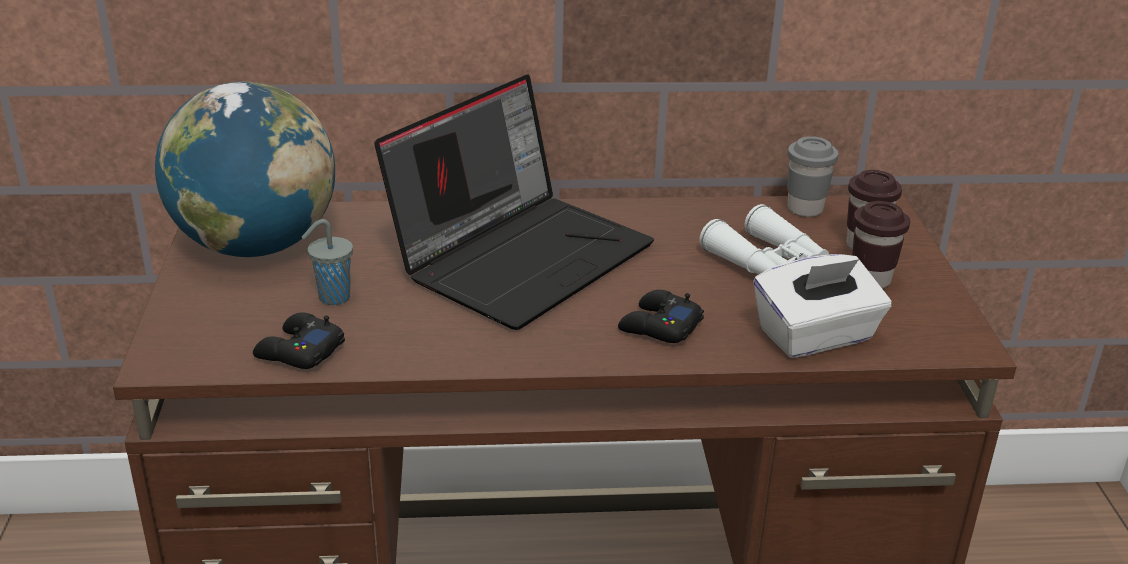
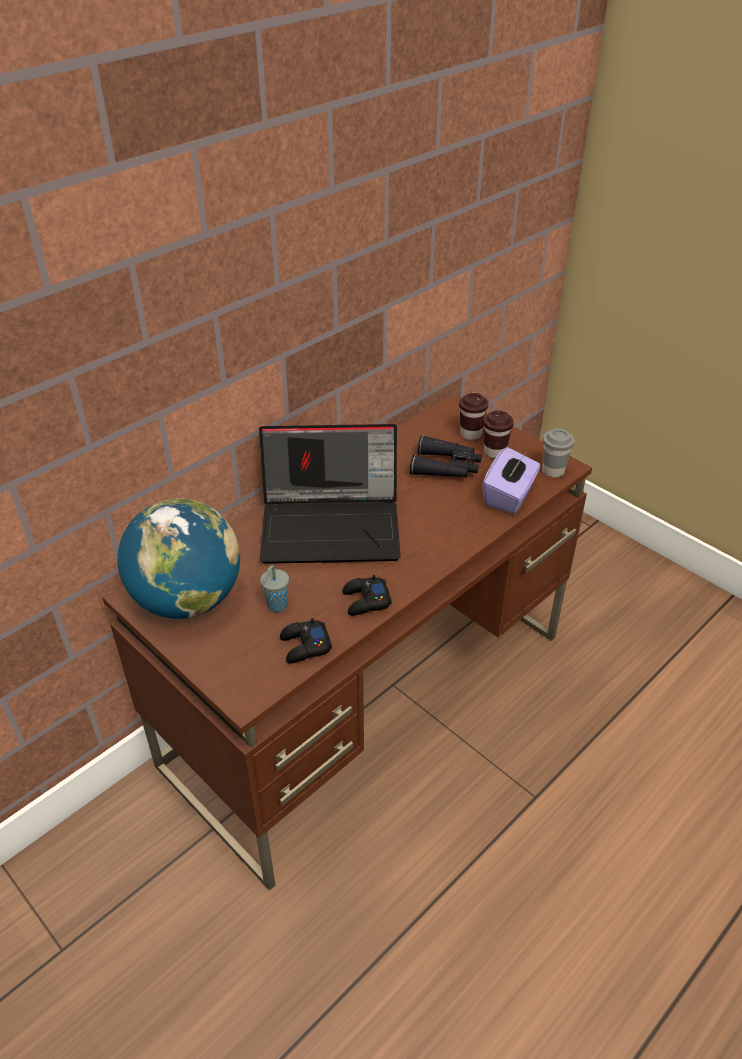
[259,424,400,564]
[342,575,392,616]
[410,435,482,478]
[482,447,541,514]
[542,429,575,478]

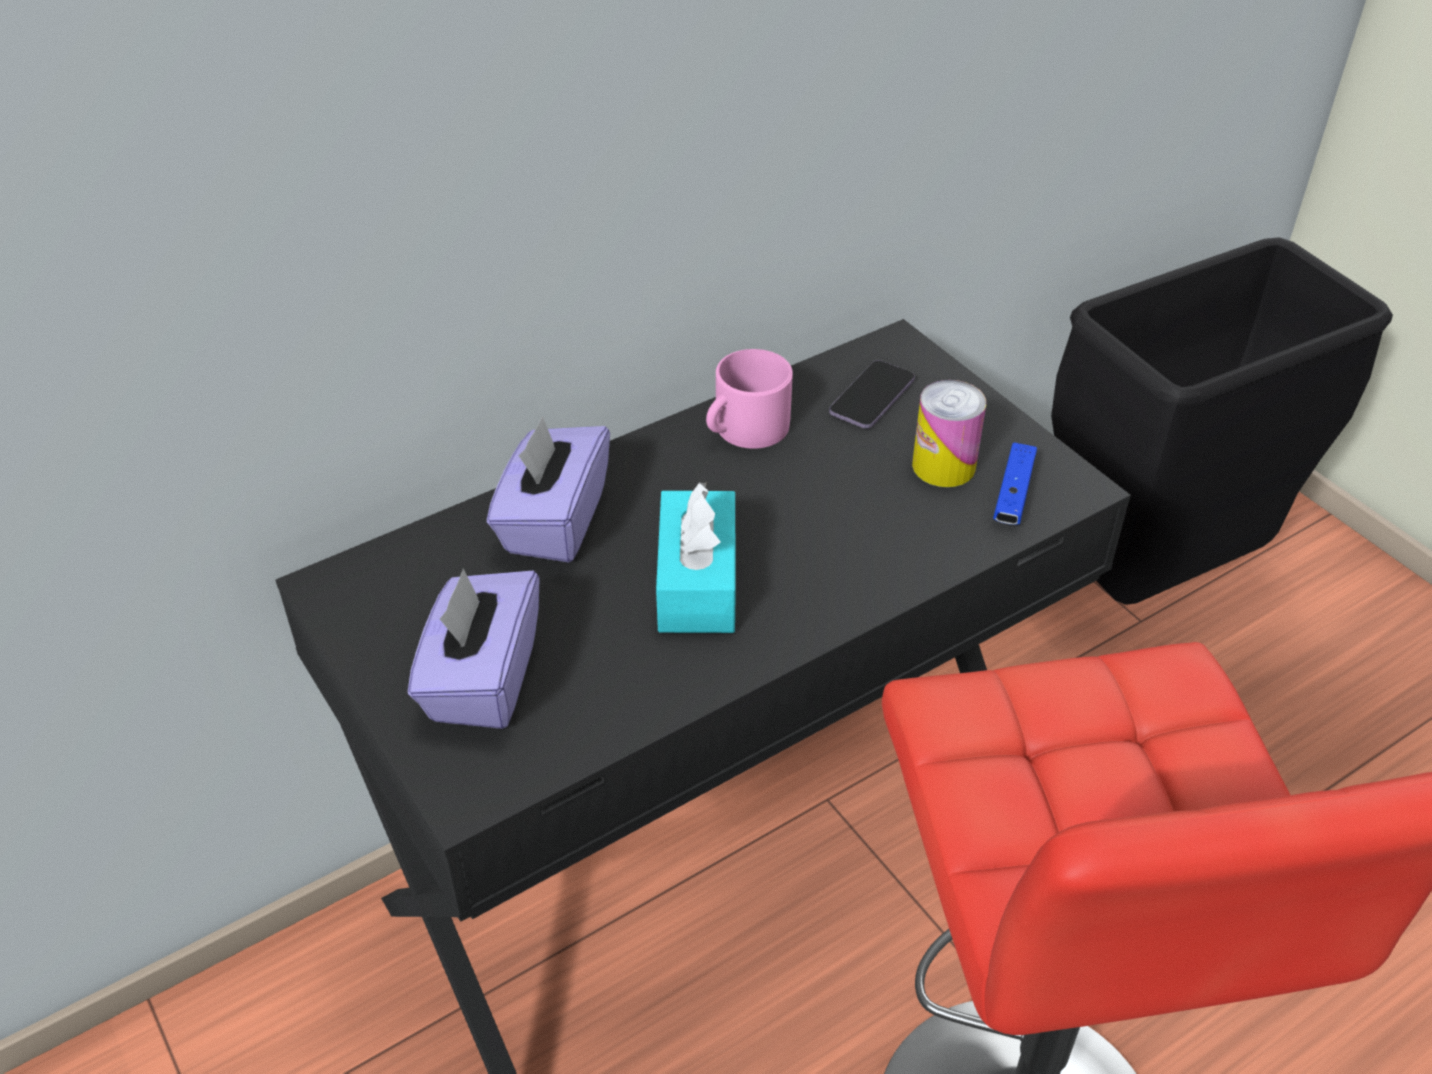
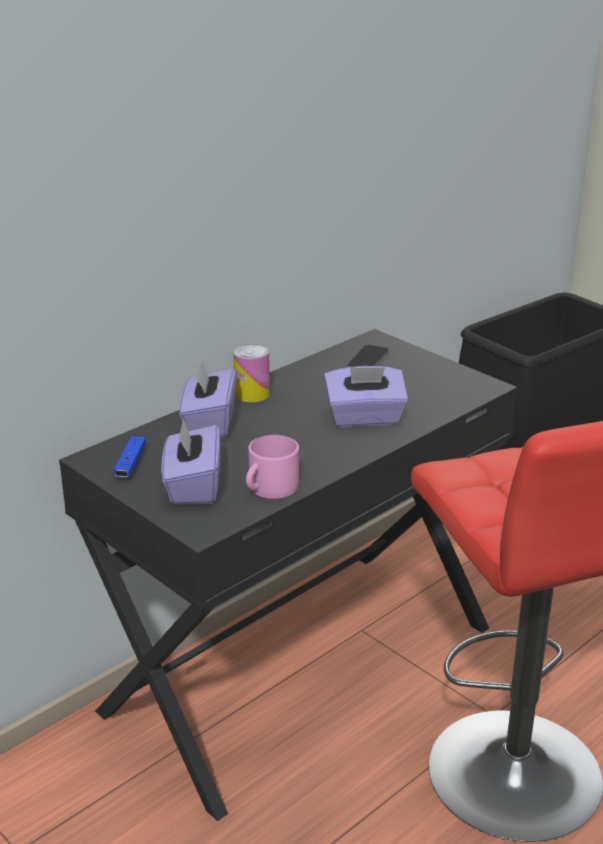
[656,482,736,633] (first image)
[246,435,299,499]
[233,344,270,402]
[114,436,146,478]
[324,366,408,427]

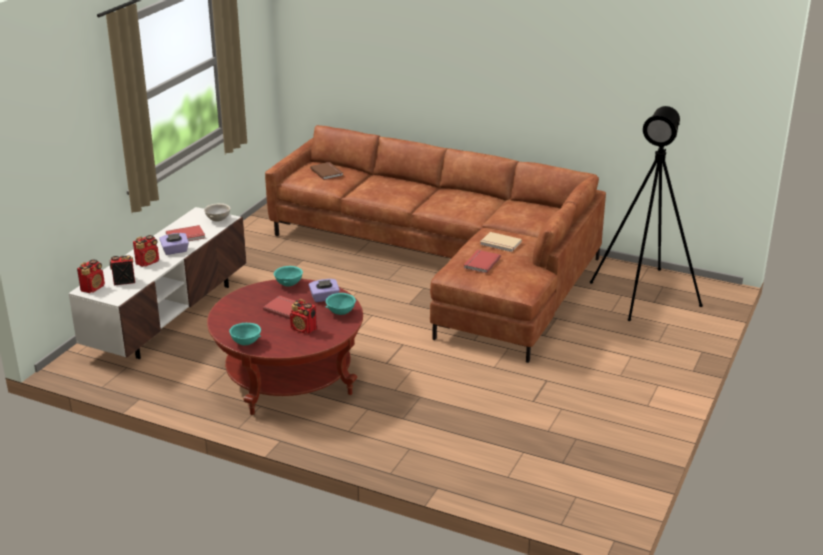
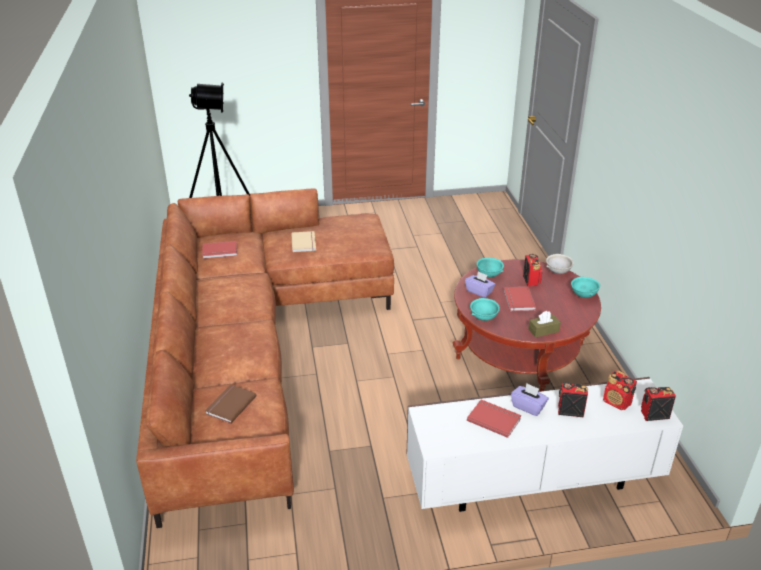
[546,254,574,274]
[202,241,237,259]
[528,311,561,338]

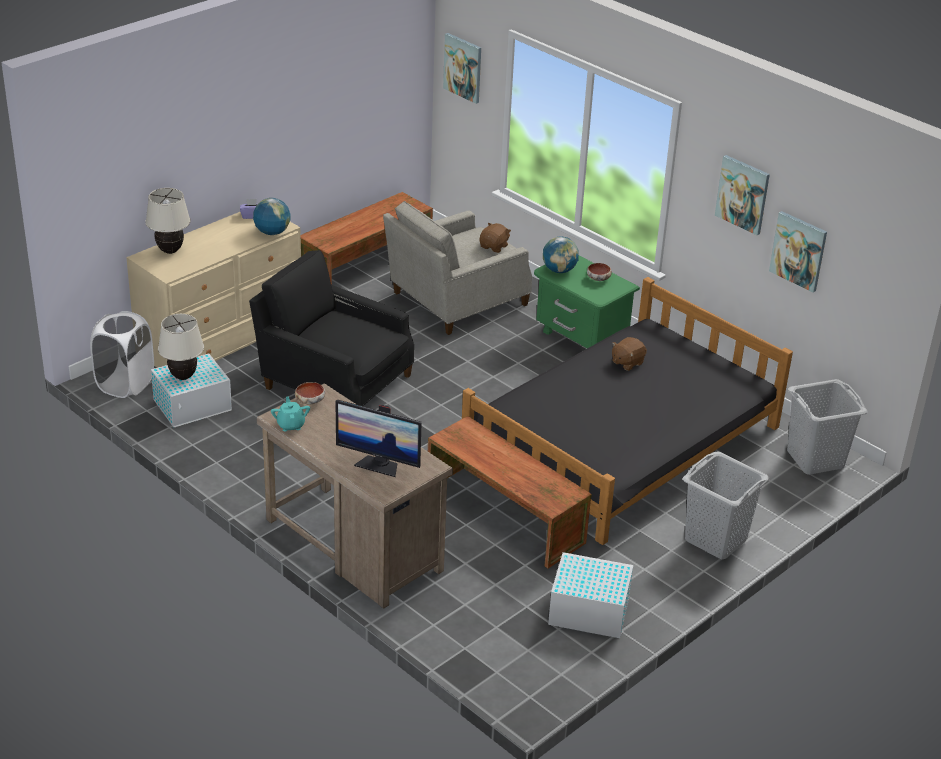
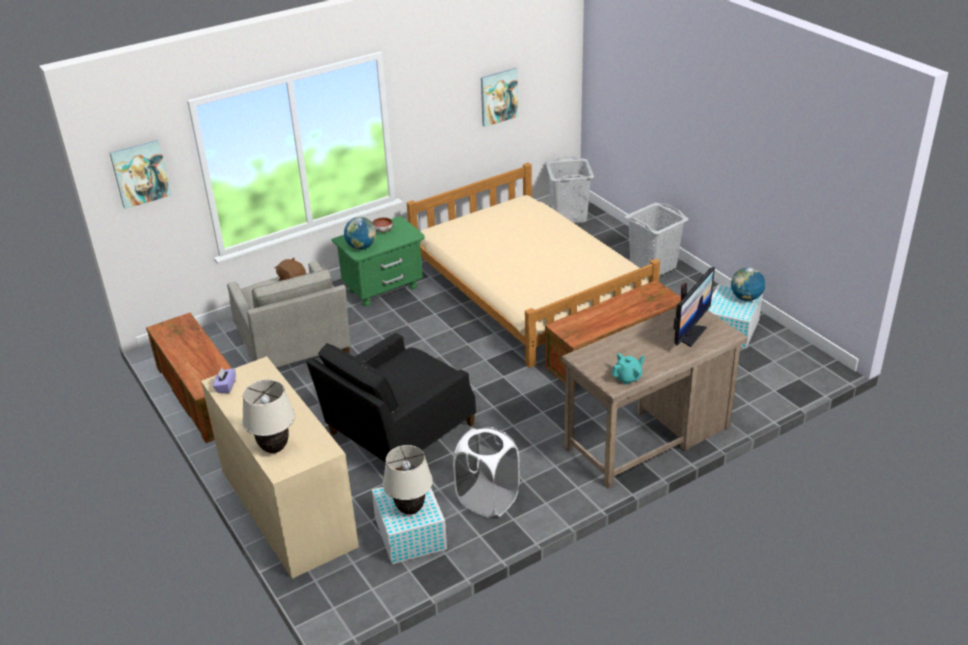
[453,427,520,518]
[731,267,765,301]
[611,353,645,385]
[295,382,325,404] (first image)
[407,163,660,368]
[612,337,647,371] (first image)
[715,155,770,235] (first image)

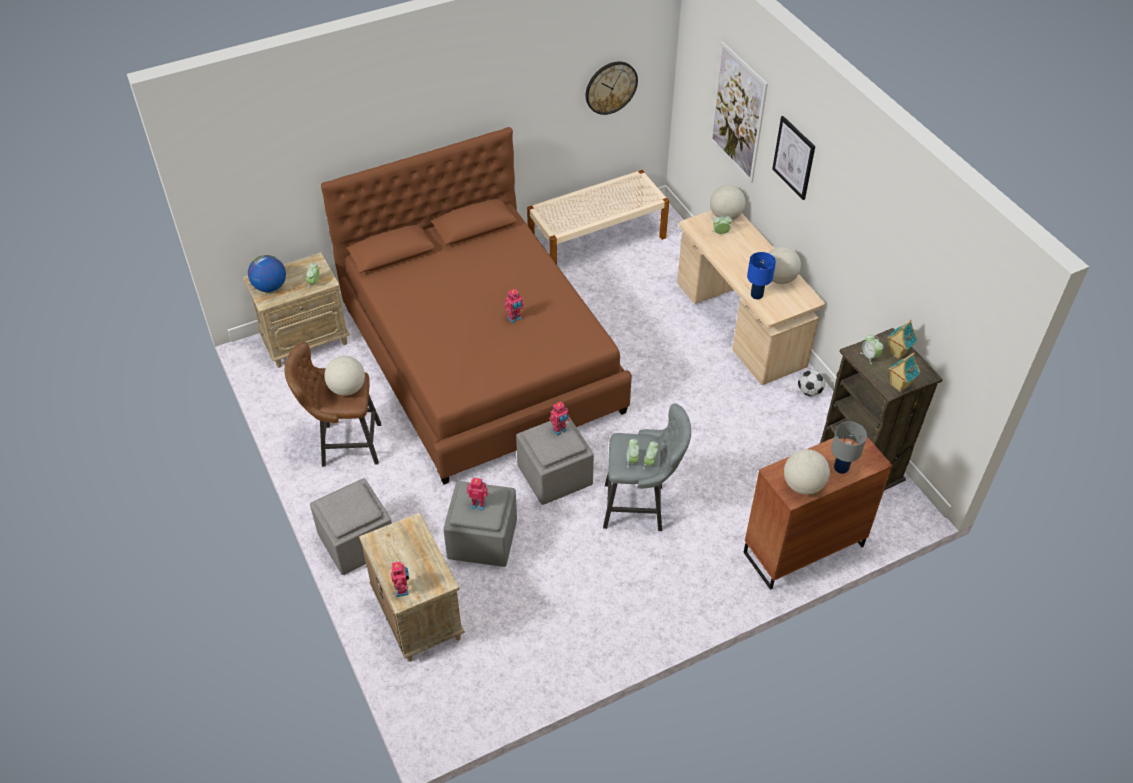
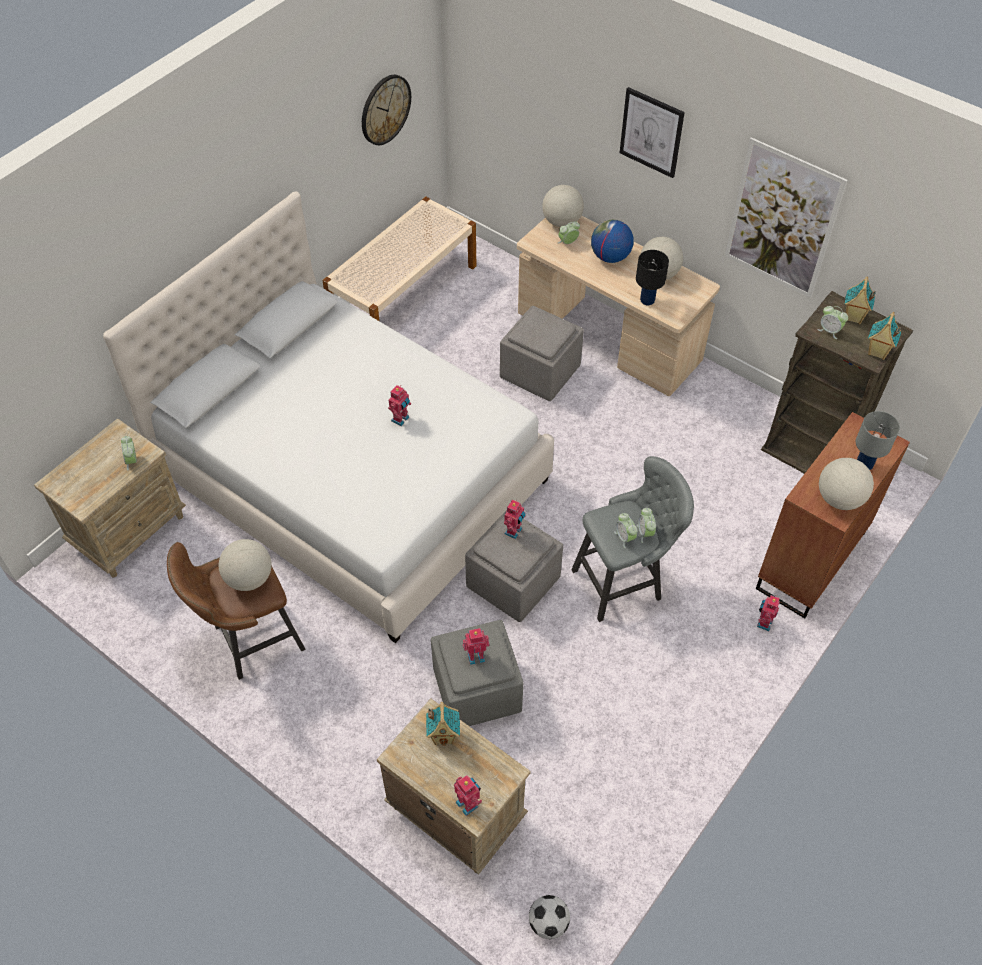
[591,220,634,263]
[500,306,584,401]
[103,192,554,643]
[725,137,847,298]
[636,250,669,306]
[529,895,570,939]
[426,702,460,746]
[757,595,780,631]

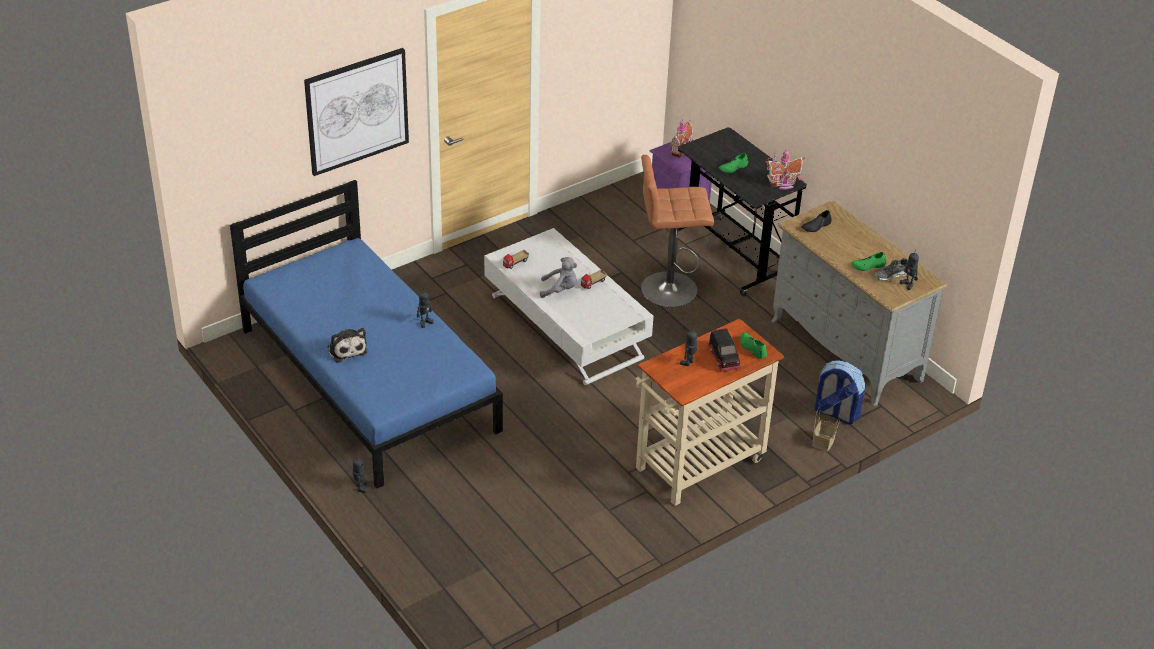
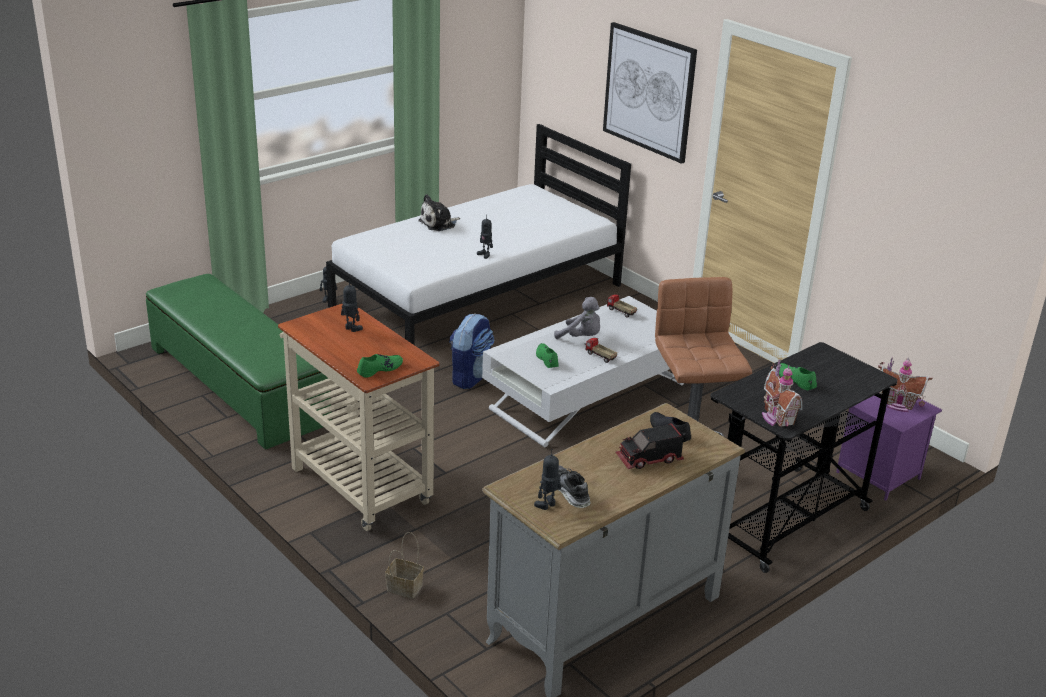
[326,124,631,345]
[554,297,600,339]
[616,423,684,469]
[449,313,495,389]
[536,343,559,368]
[146,274,332,449]

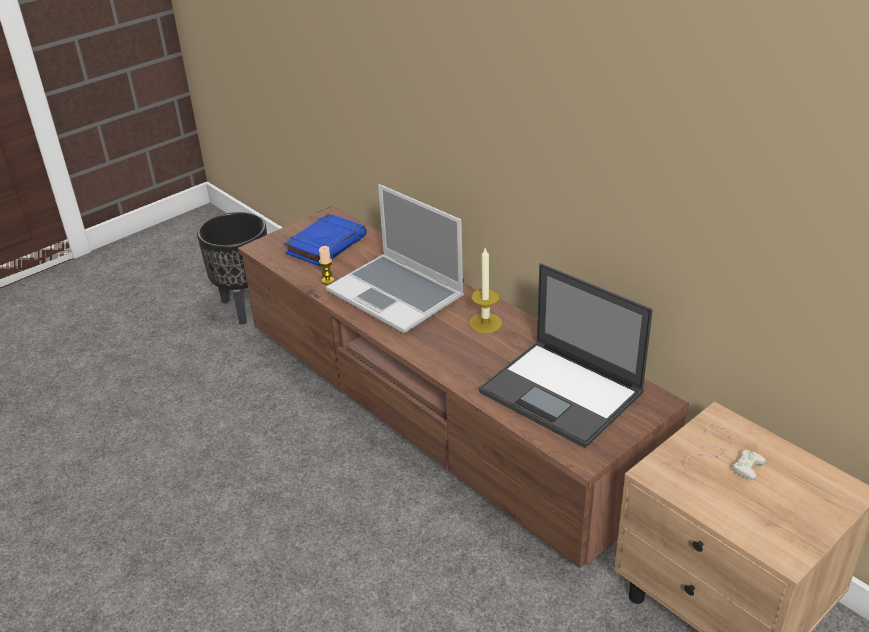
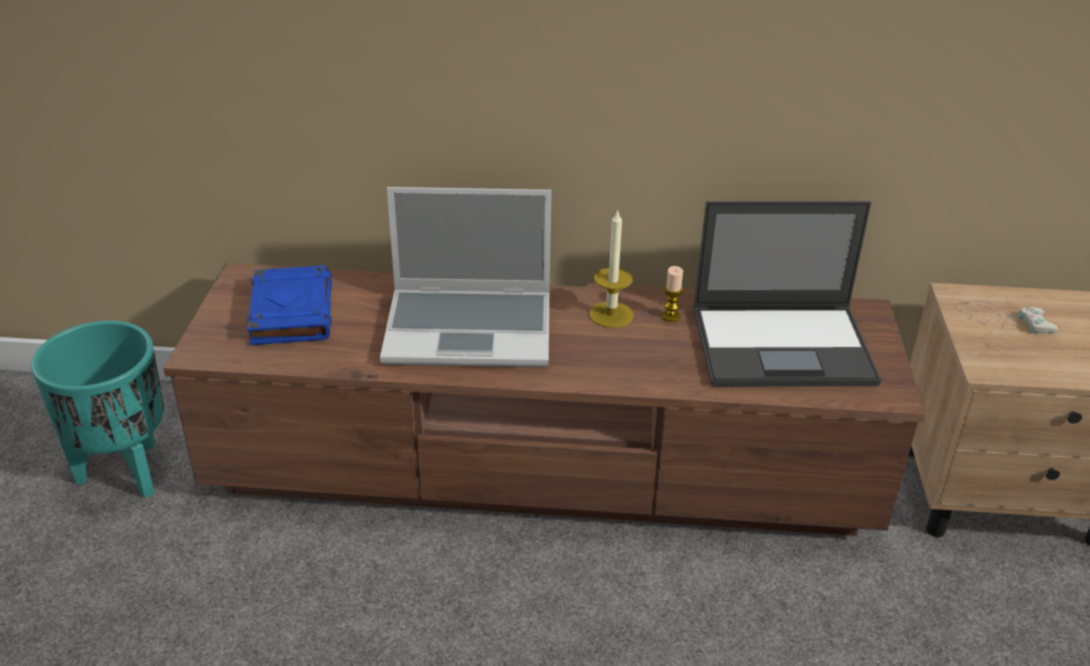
[31,321,164,498]
[662,266,683,322]

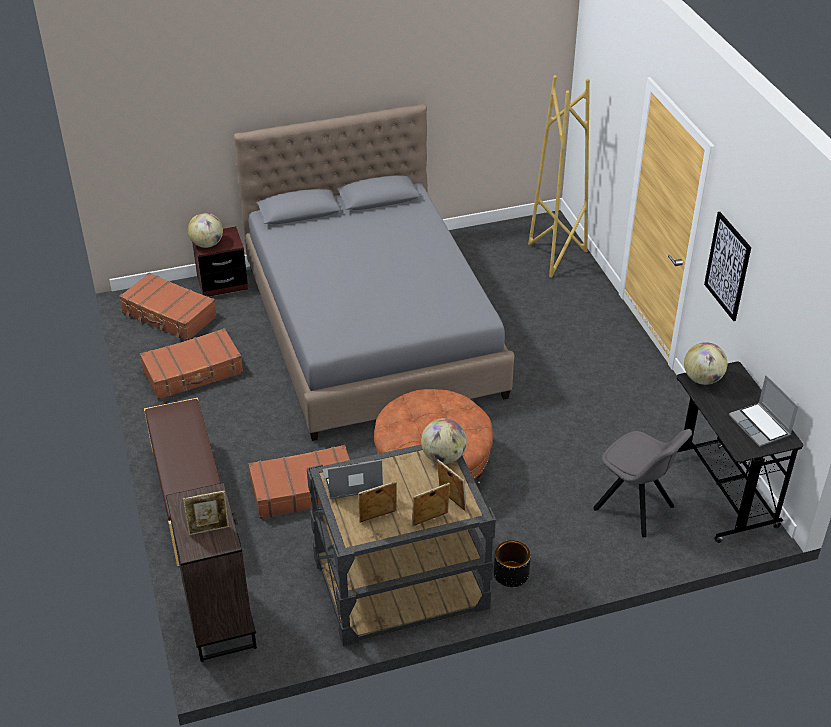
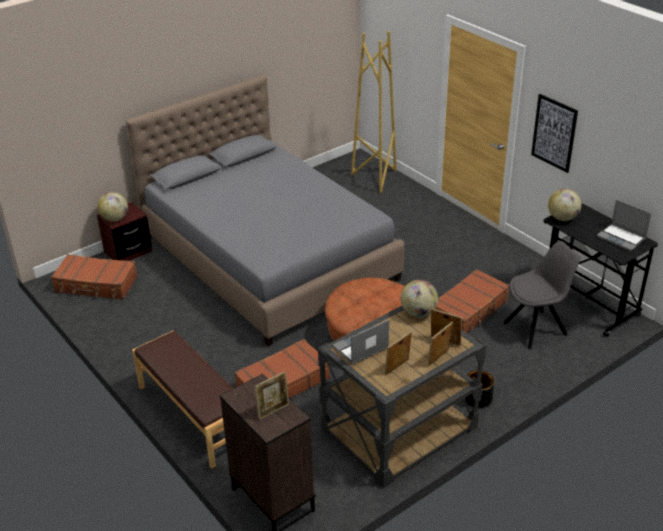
[435,269,510,333]
[503,241,581,349]

